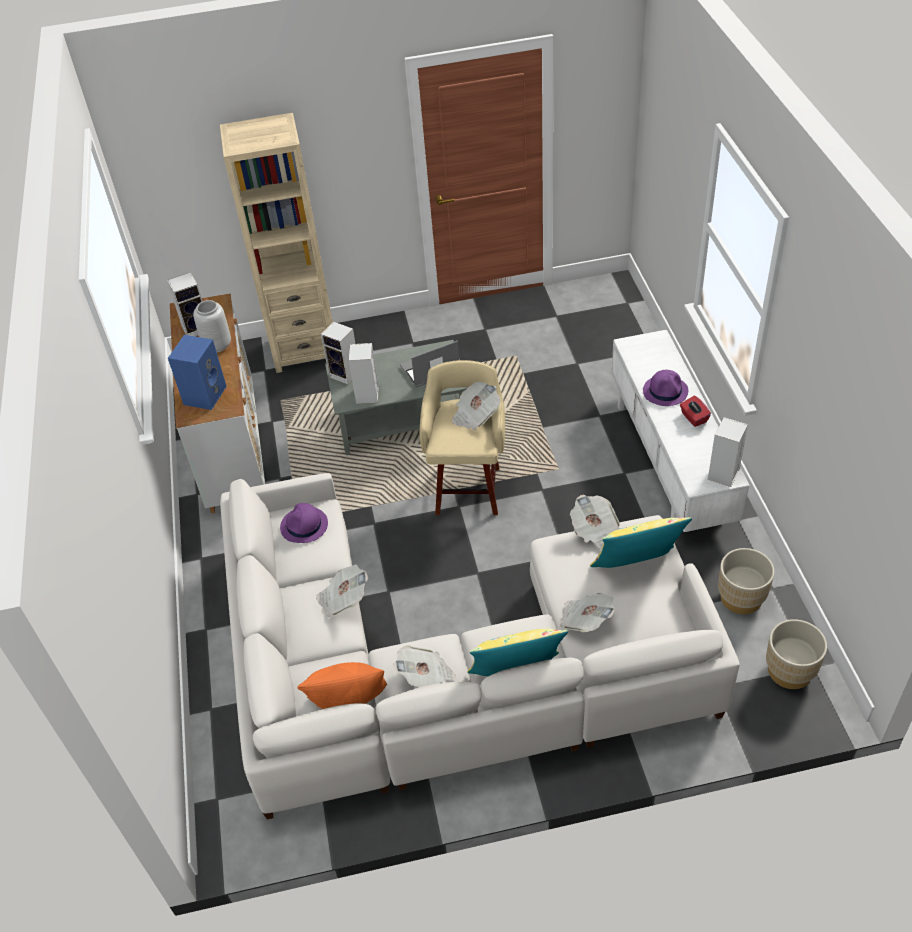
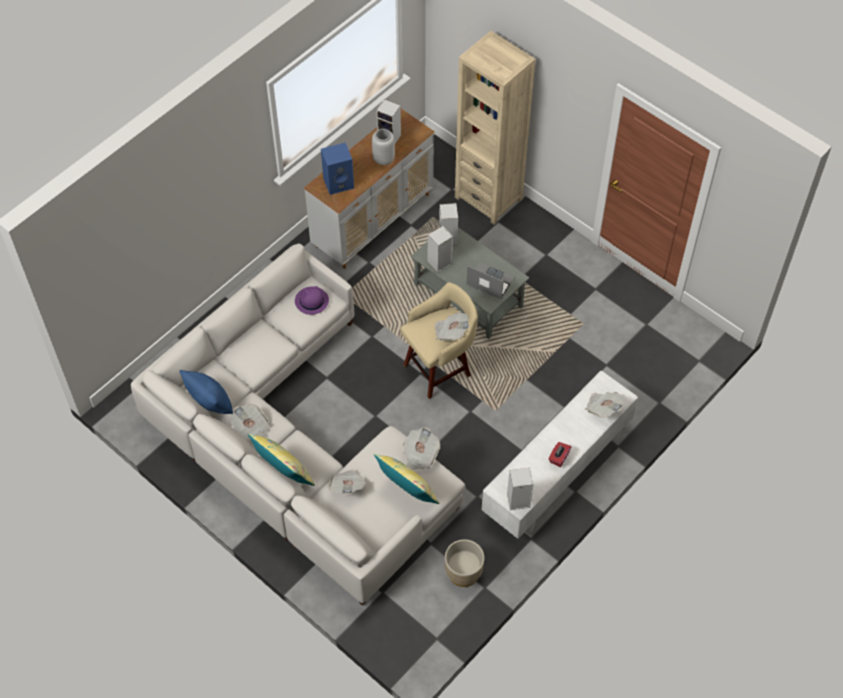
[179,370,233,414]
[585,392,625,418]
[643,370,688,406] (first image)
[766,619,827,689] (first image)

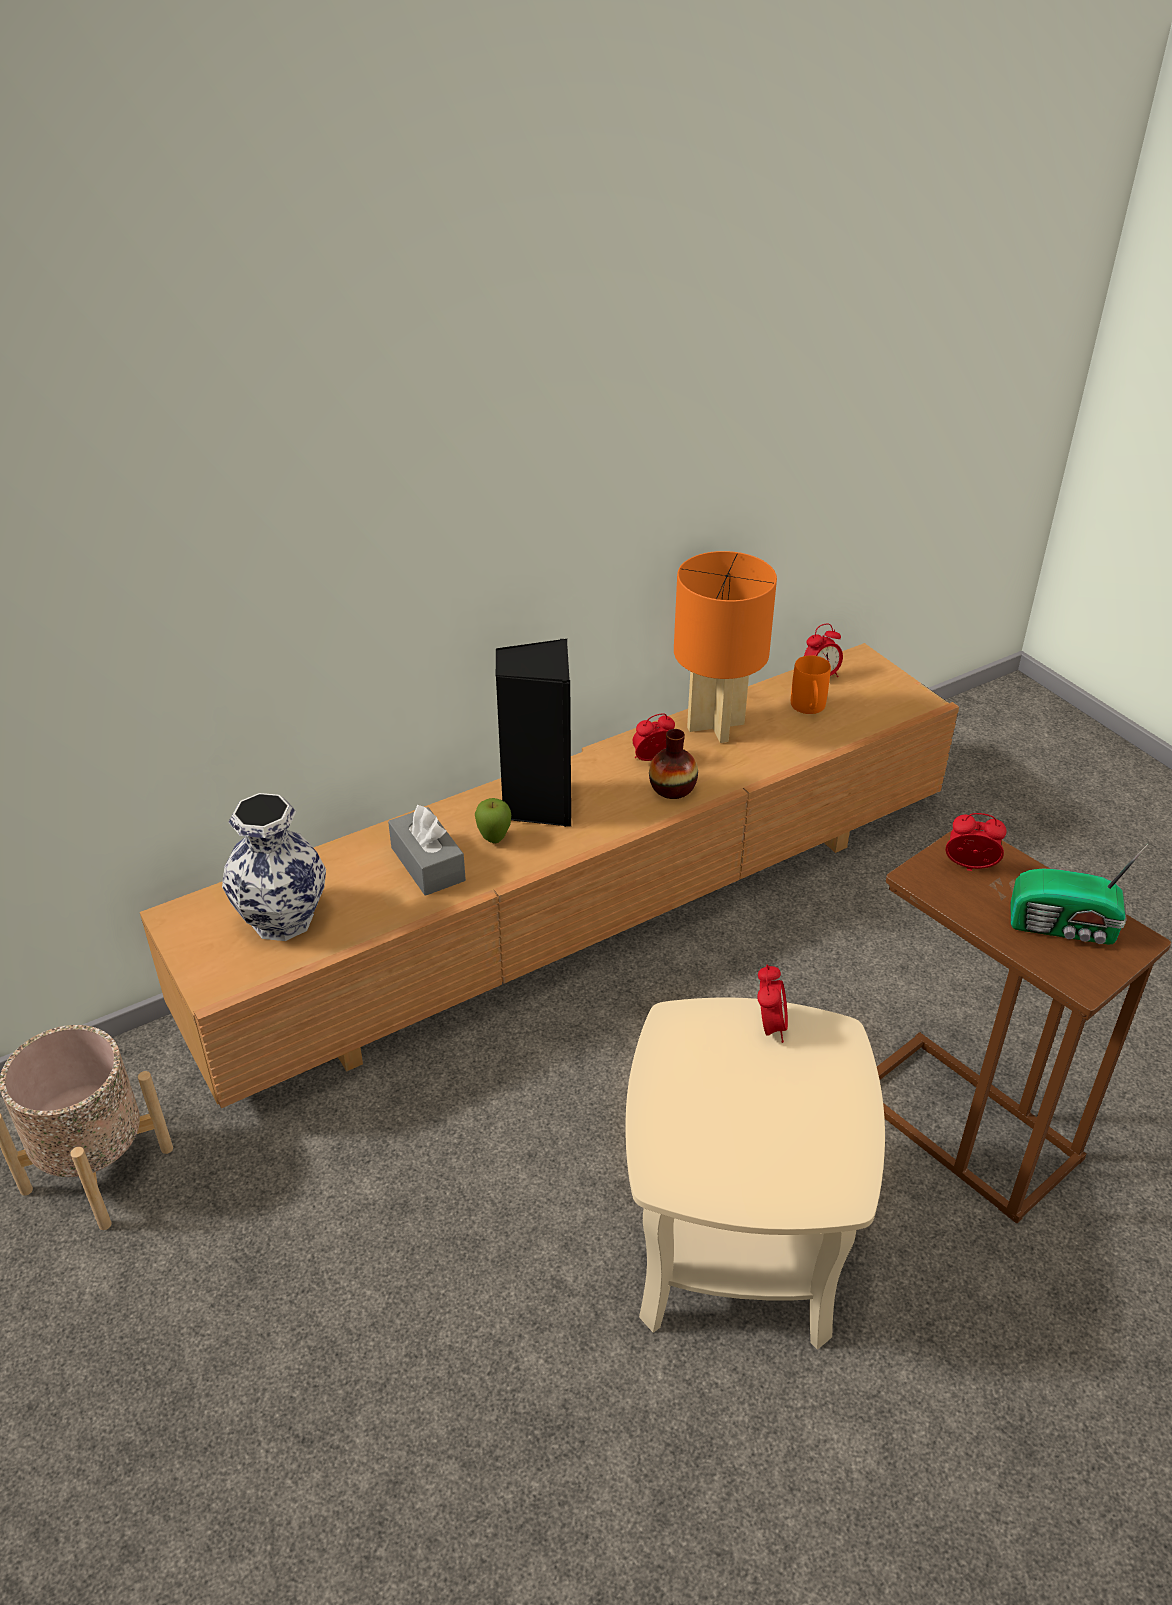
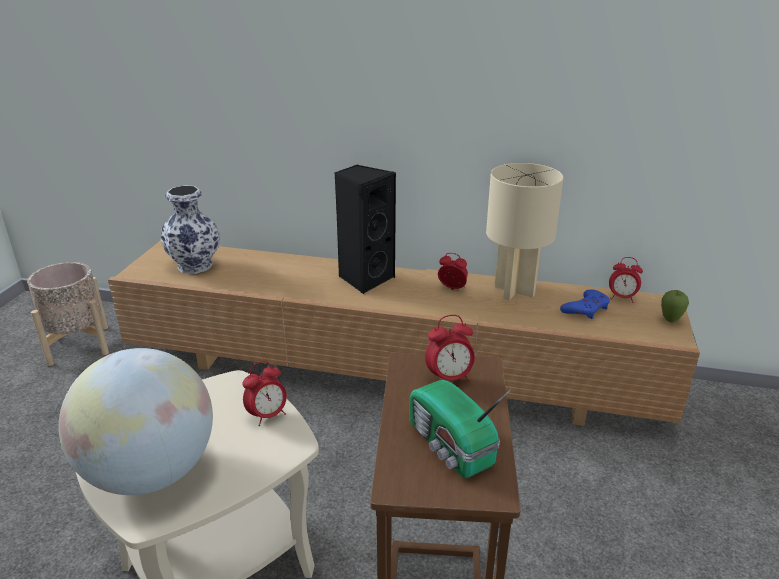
[388,805,466,896] (first image)
[661,290,689,323]
[649,729,698,799] (first image)
[486,163,563,300]
[560,289,610,319]
[425,315,475,382]
[59,348,213,495]

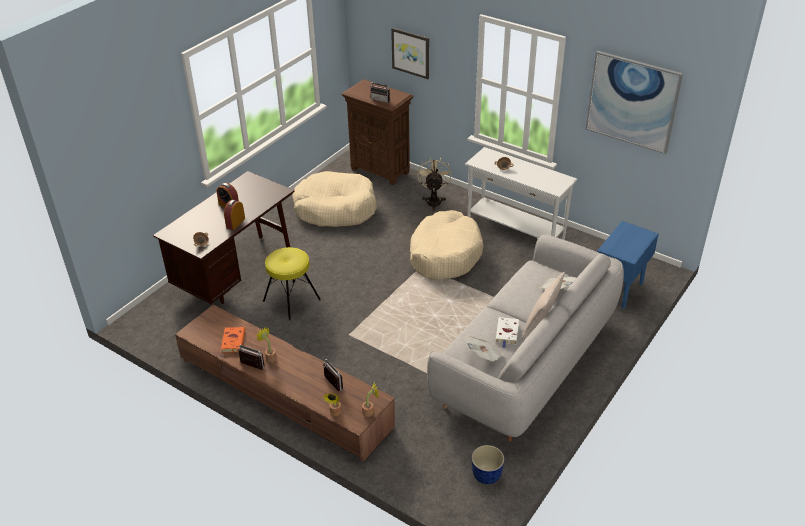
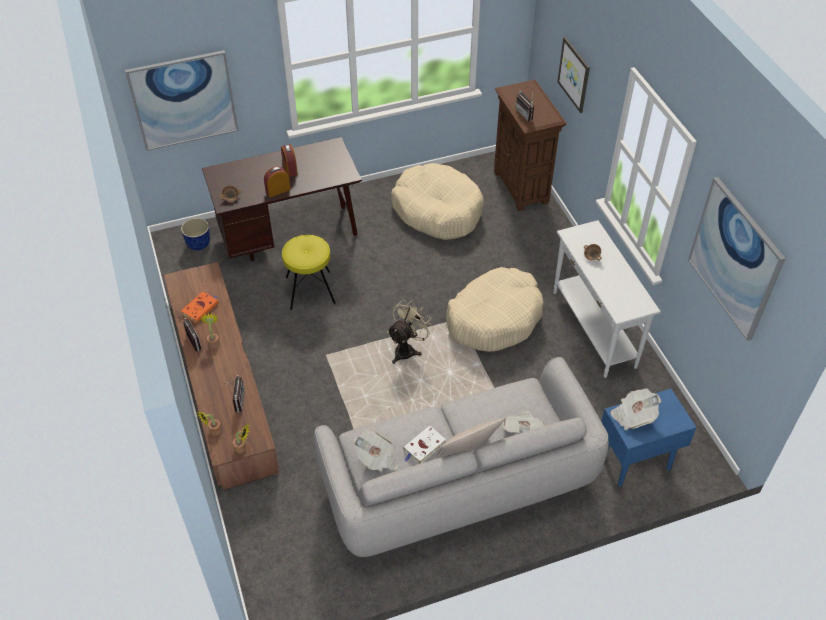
[387,300,434,364]
[181,218,210,250]
[125,50,239,151]
[611,388,661,430]

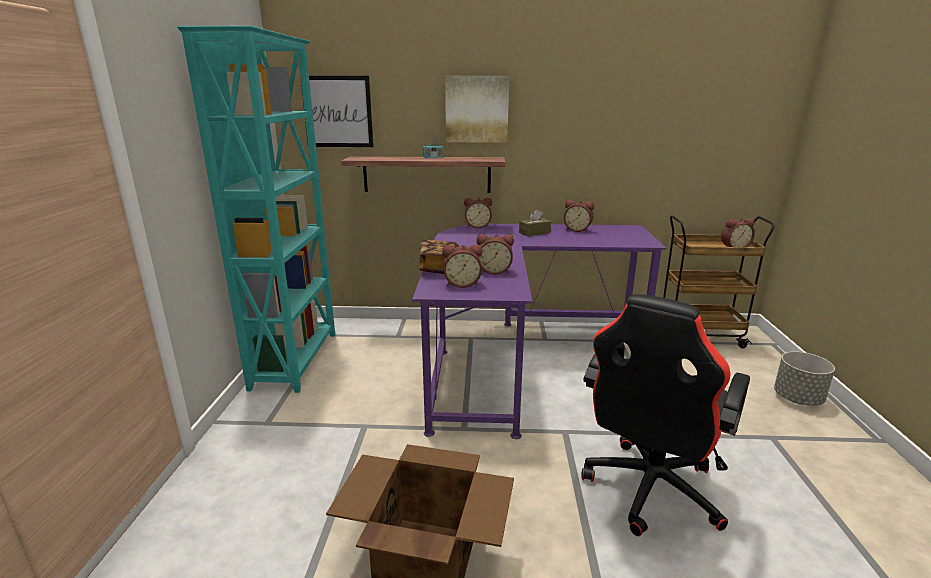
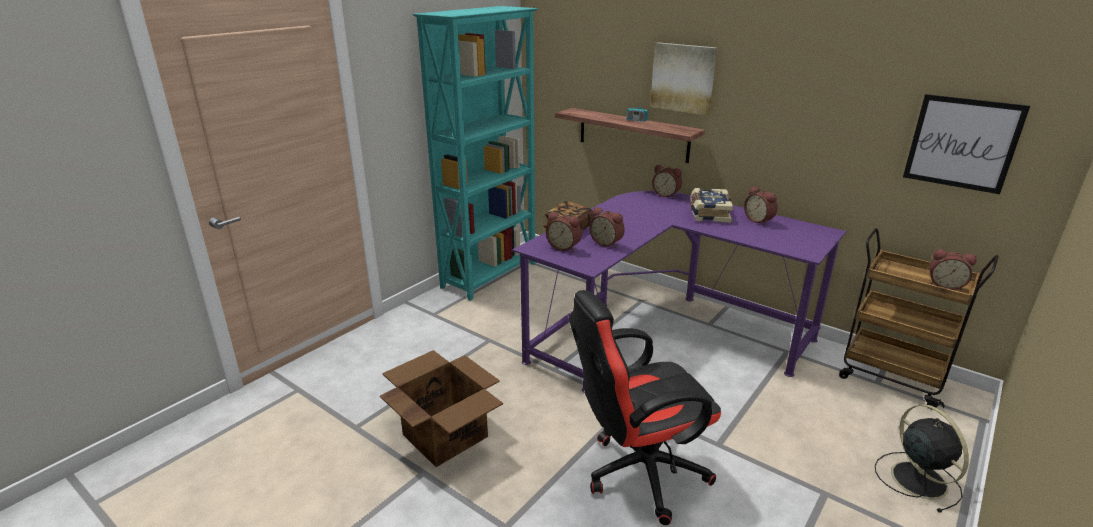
[903,94,1030,194]
[690,188,733,223]
[875,404,969,513]

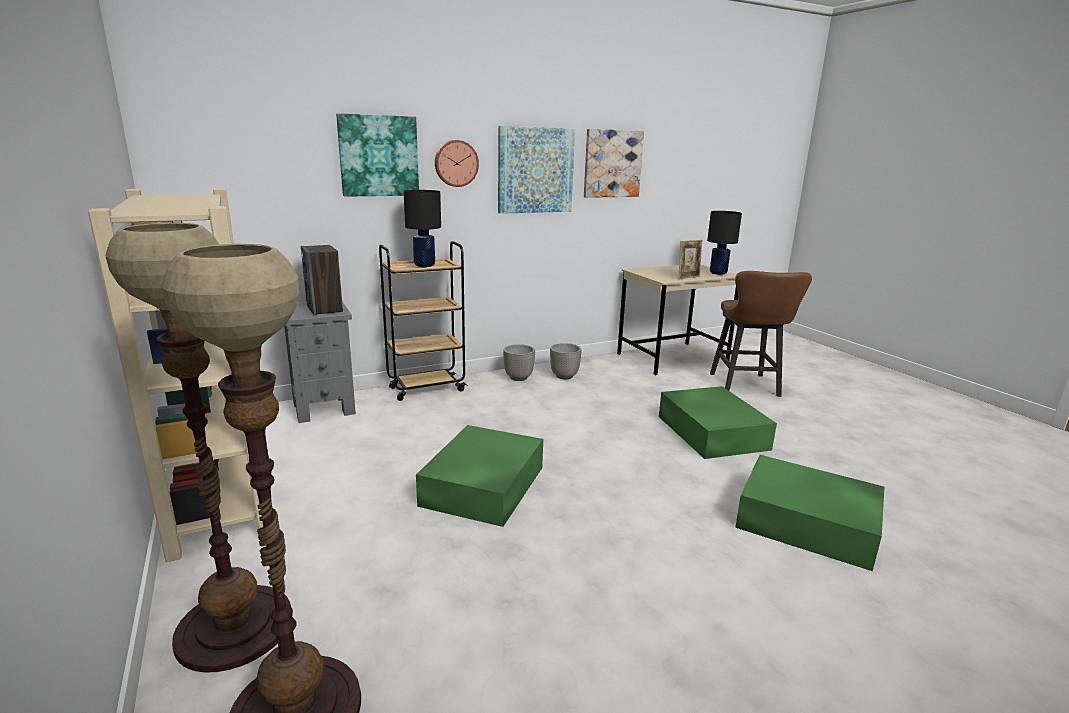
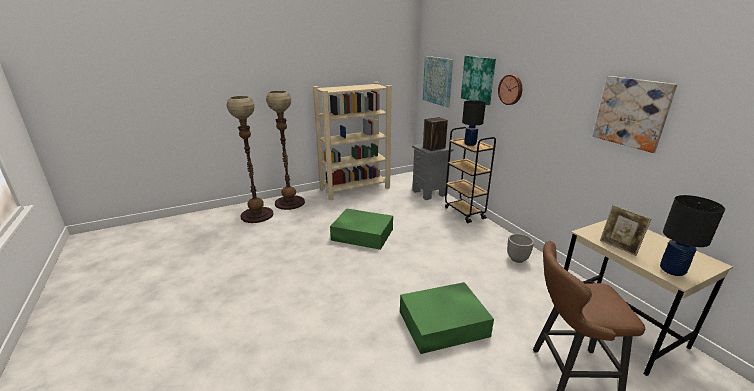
[423,56,453,107]
[503,344,535,381] (first image)
[735,455,884,571] (first image)

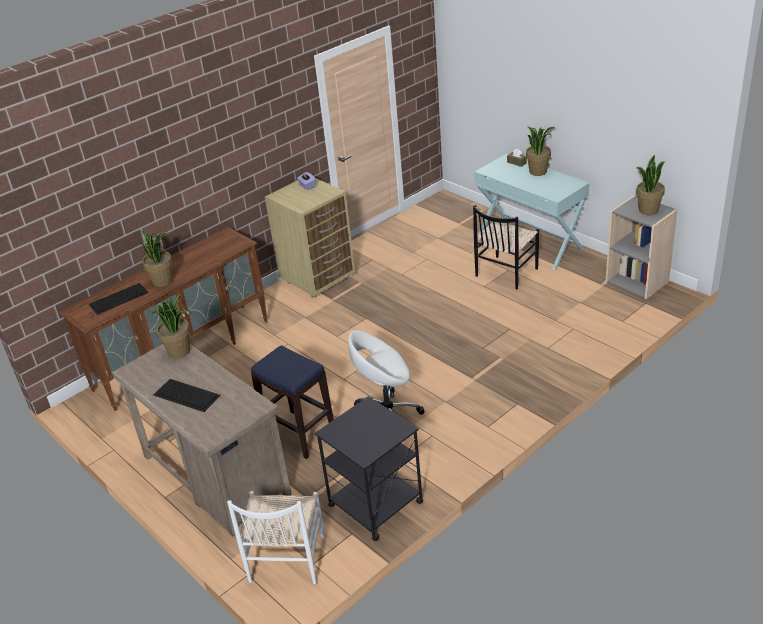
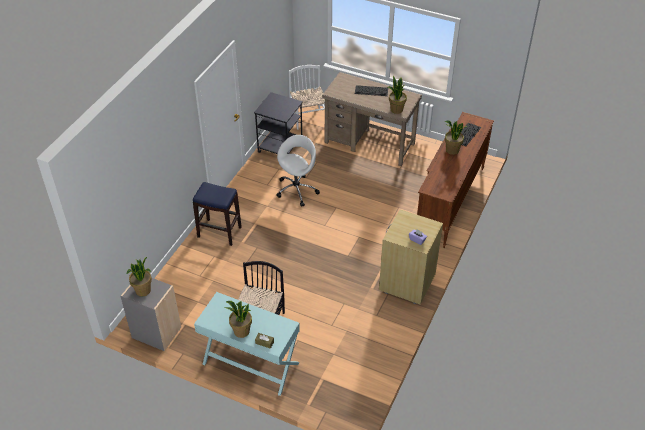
[193,182,242,246]

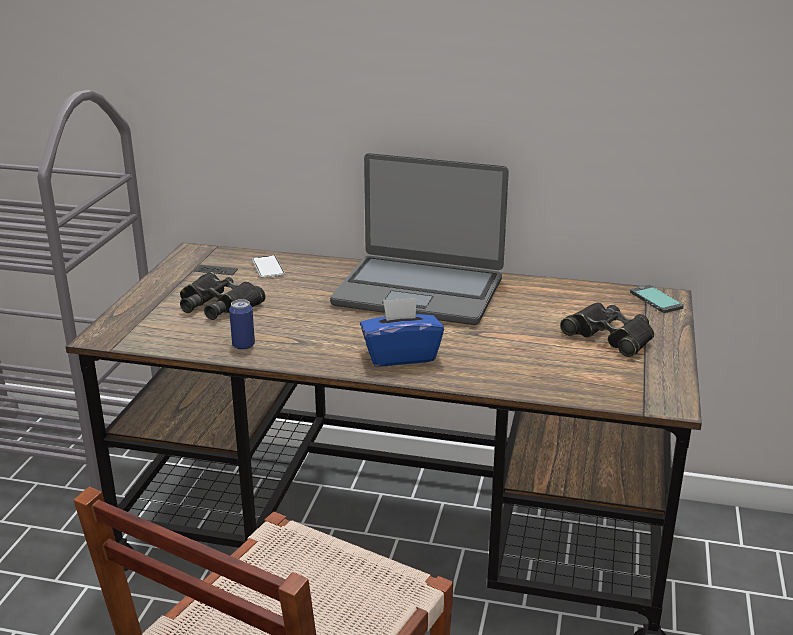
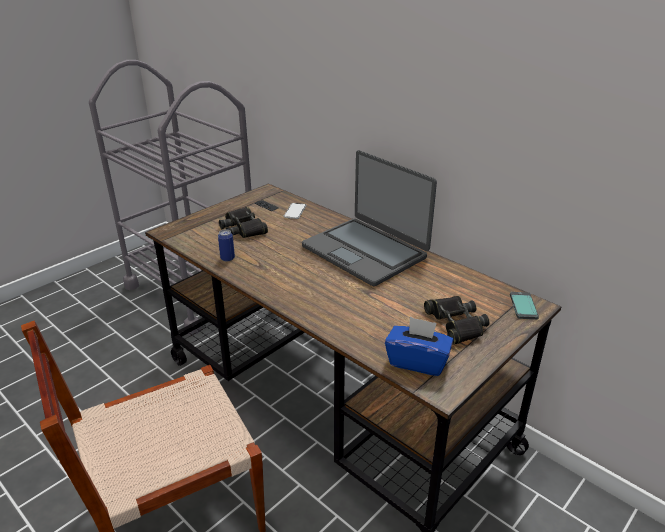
[385,317,453,376]

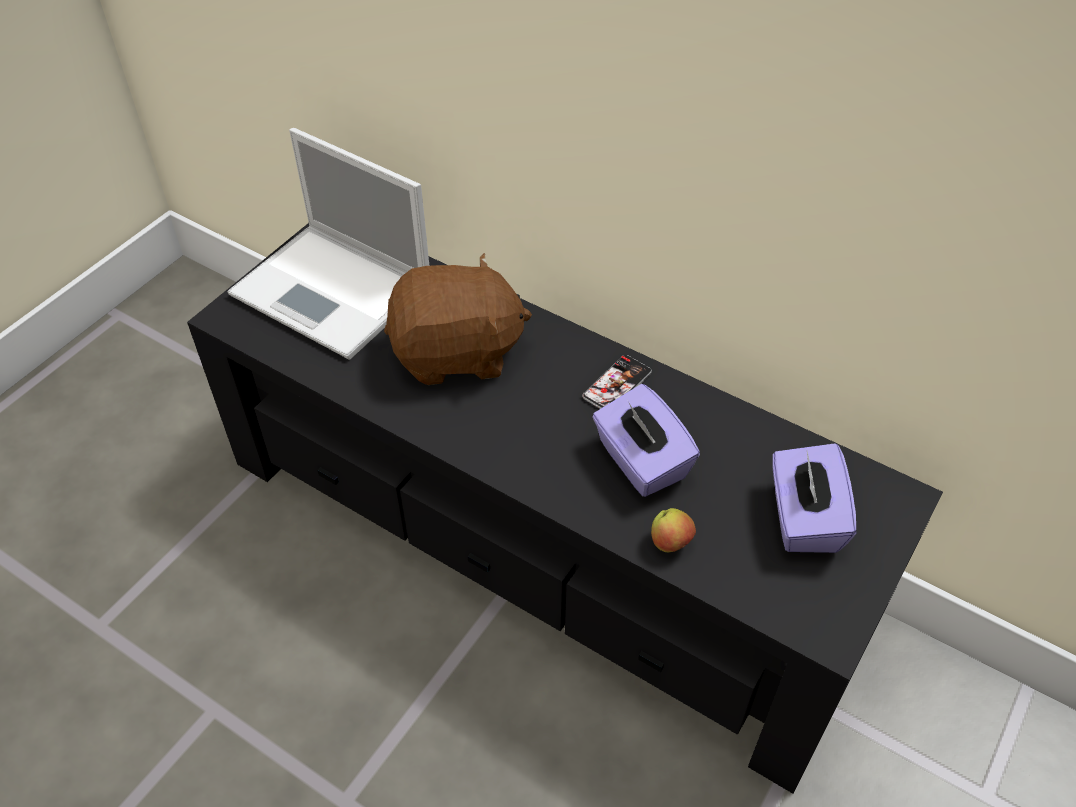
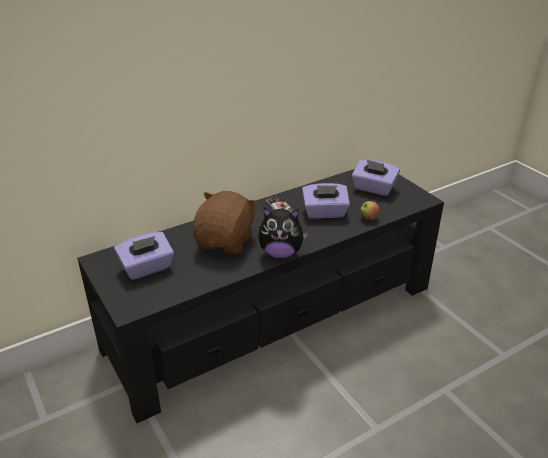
[114,232,174,280]
[258,208,308,258]

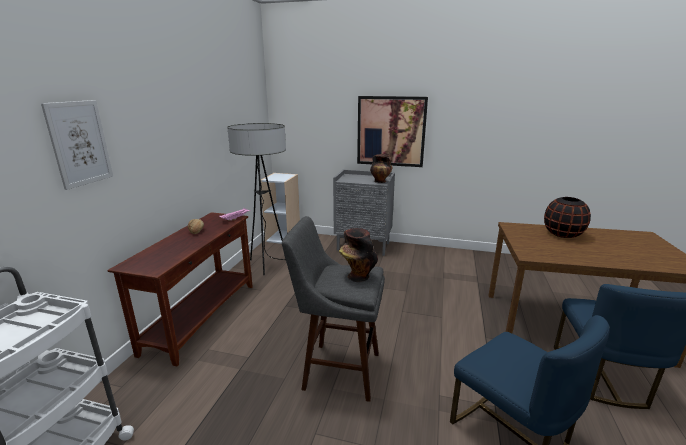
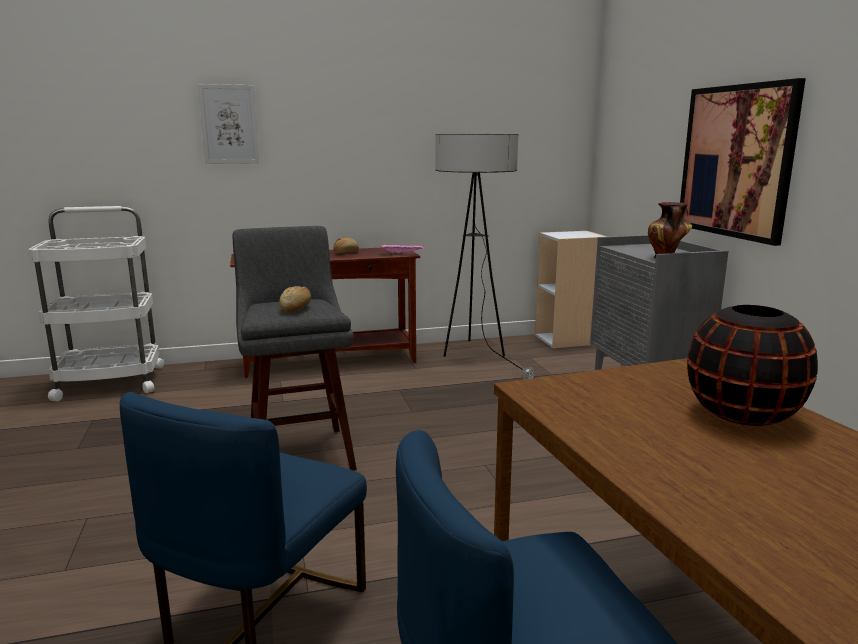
[279,286,311,313]

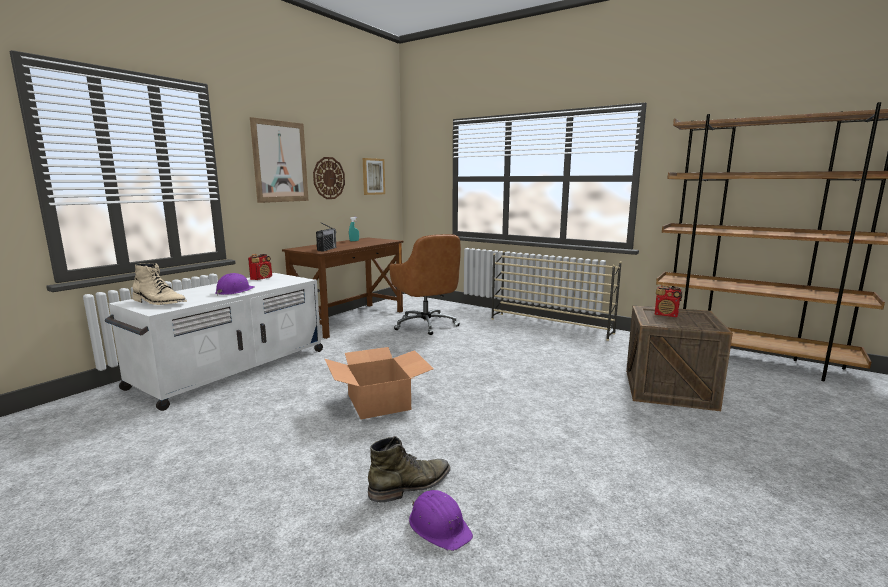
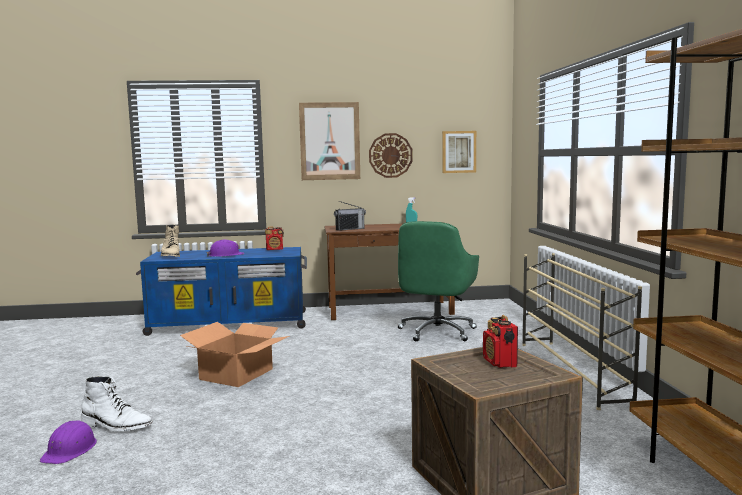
[136,247,307,336]
[81,376,154,431]
[398,221,479,341]

